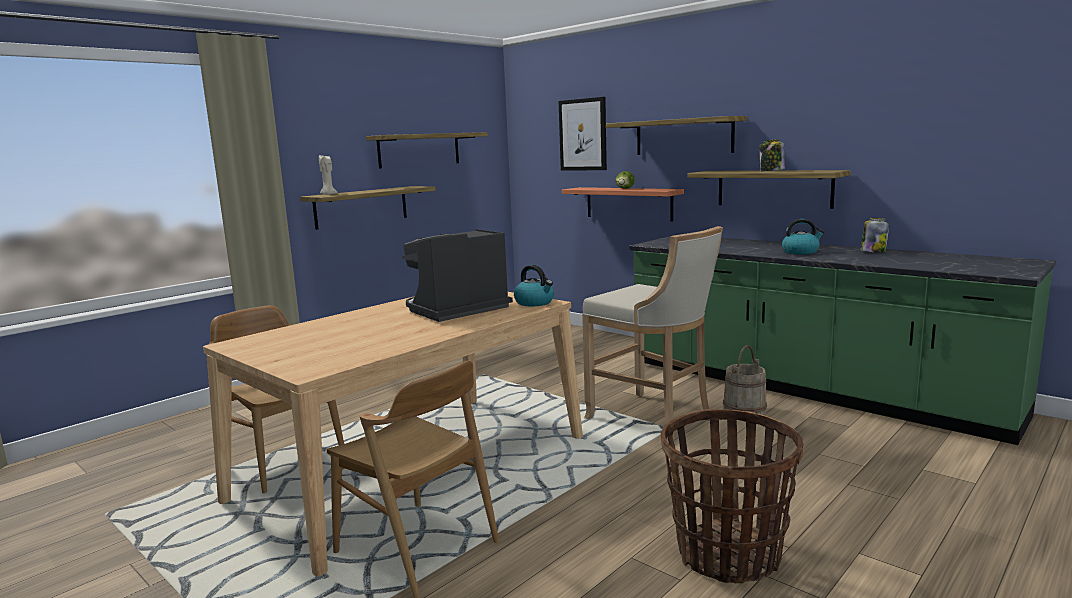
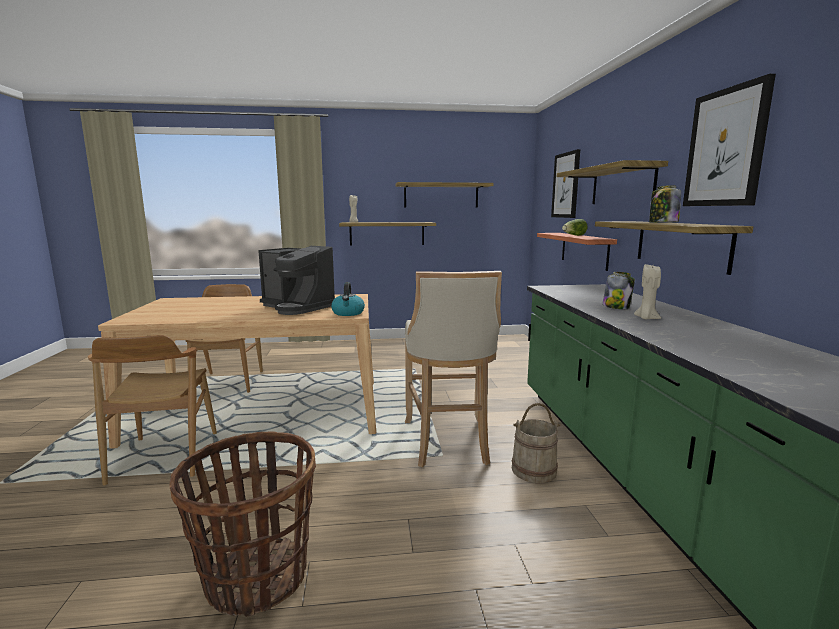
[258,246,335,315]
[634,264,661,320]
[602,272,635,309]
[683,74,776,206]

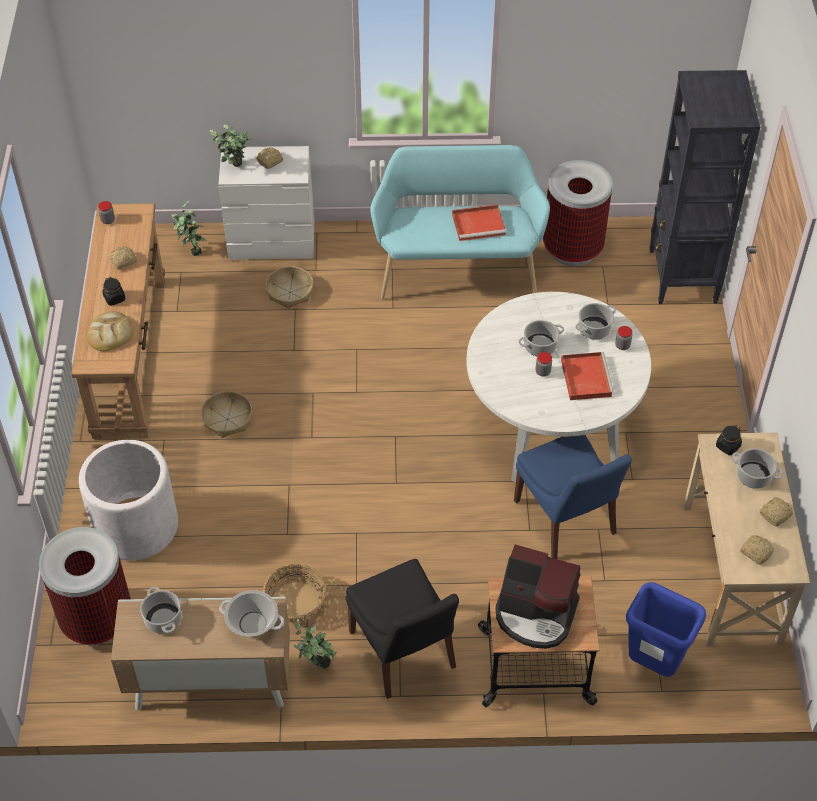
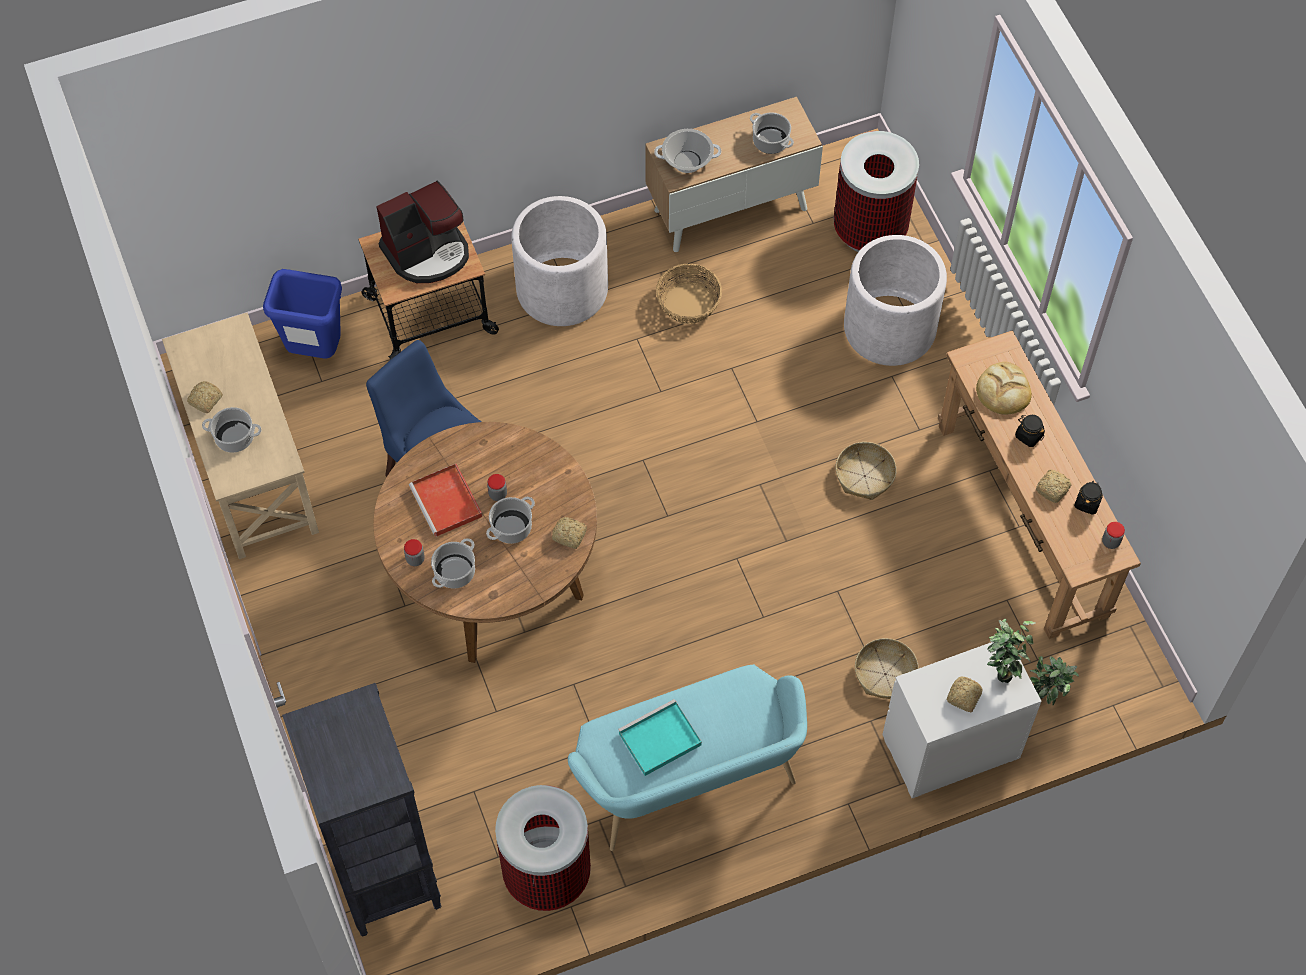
[293,619,337,669] (first image)
[511,196,608,326]
[618,699,702,776]
[373,422,597,663]
[376,181,469,283]
[1074,481,1103,515]
[552,517,587,549]

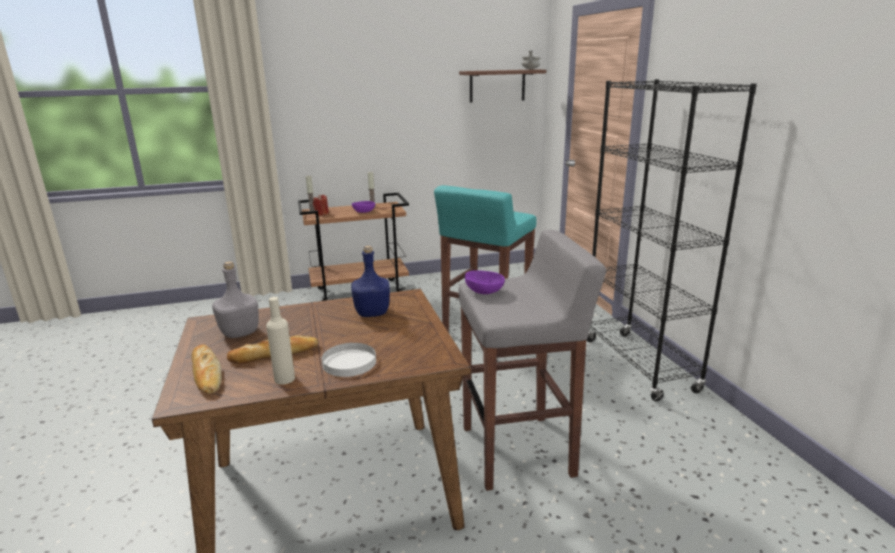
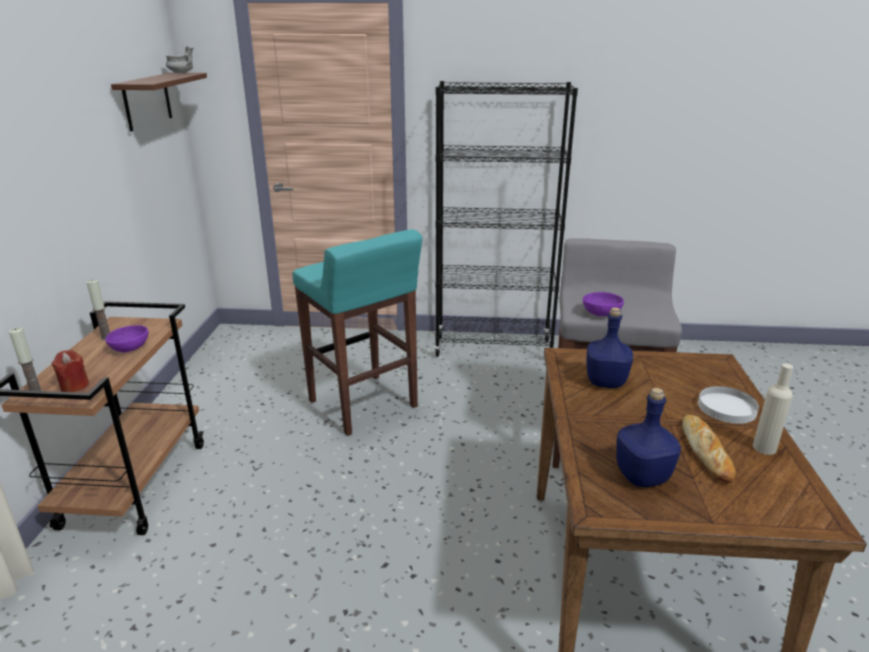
[191,344,222,394] (first image)
[616,388,681,487]

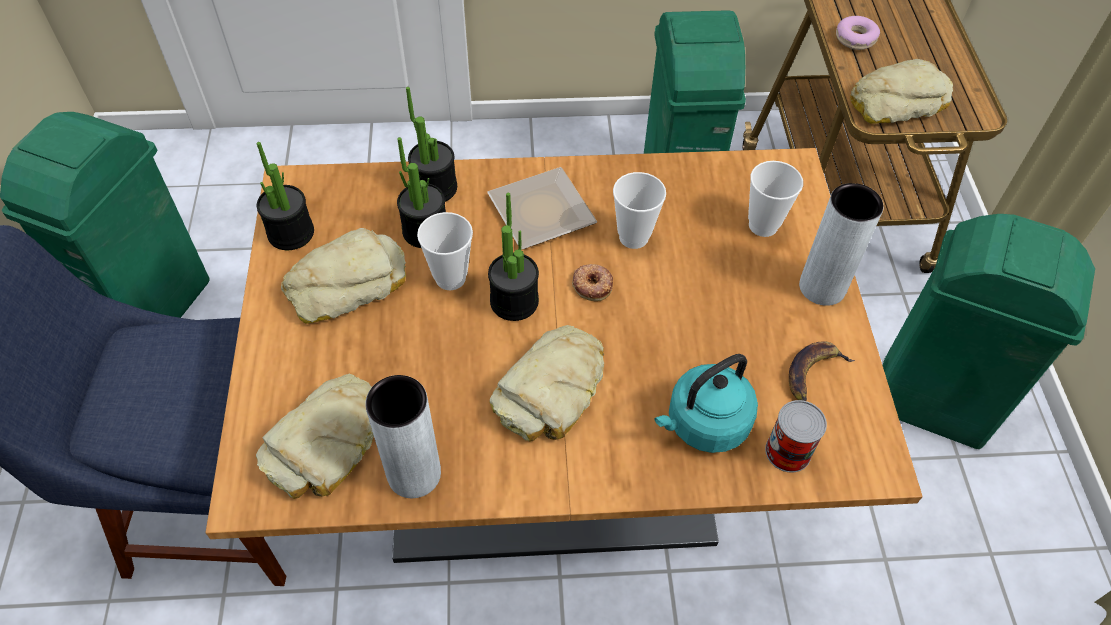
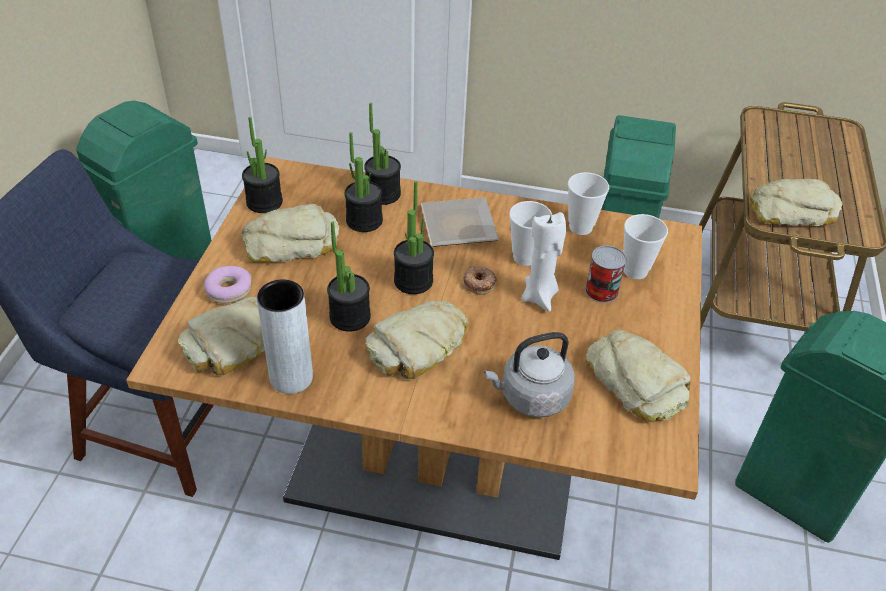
[568,172,609,235]
[484,332,575,417]
[585,245,627,303]
[587,329,691,422]
[799,183,883,306] (first image)
[204,266,251,303]
[327,221,371,332]
[522,212,566,312]

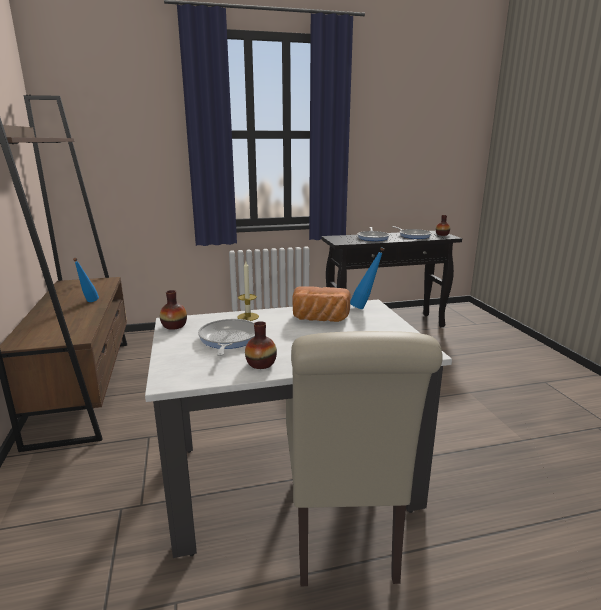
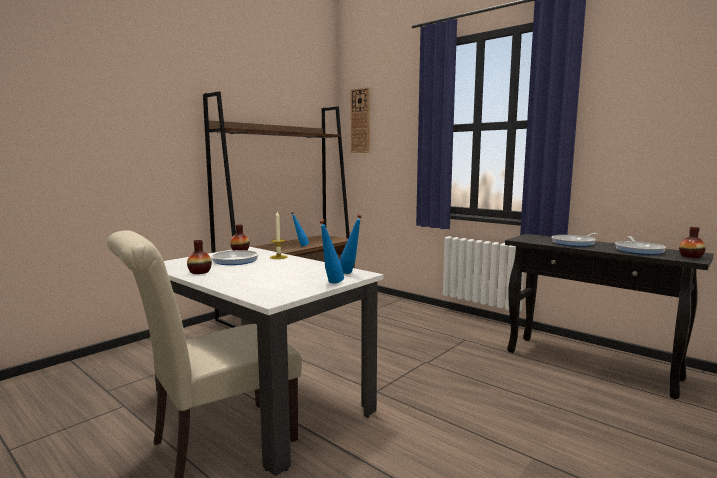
[293,286,351,322] (first image)
[319,219,344,284]
[351,87,370,153]

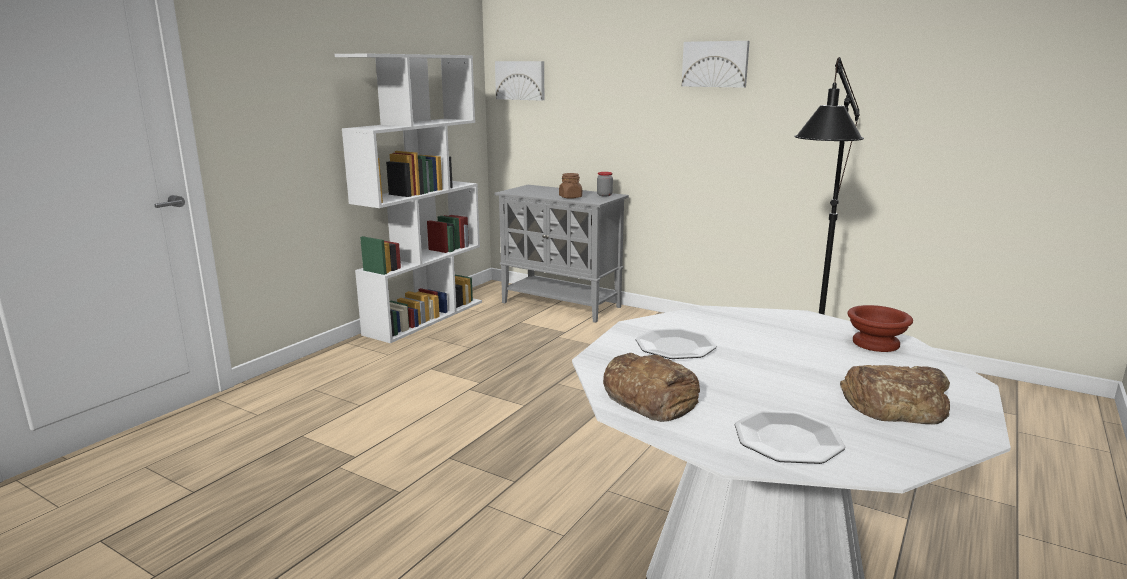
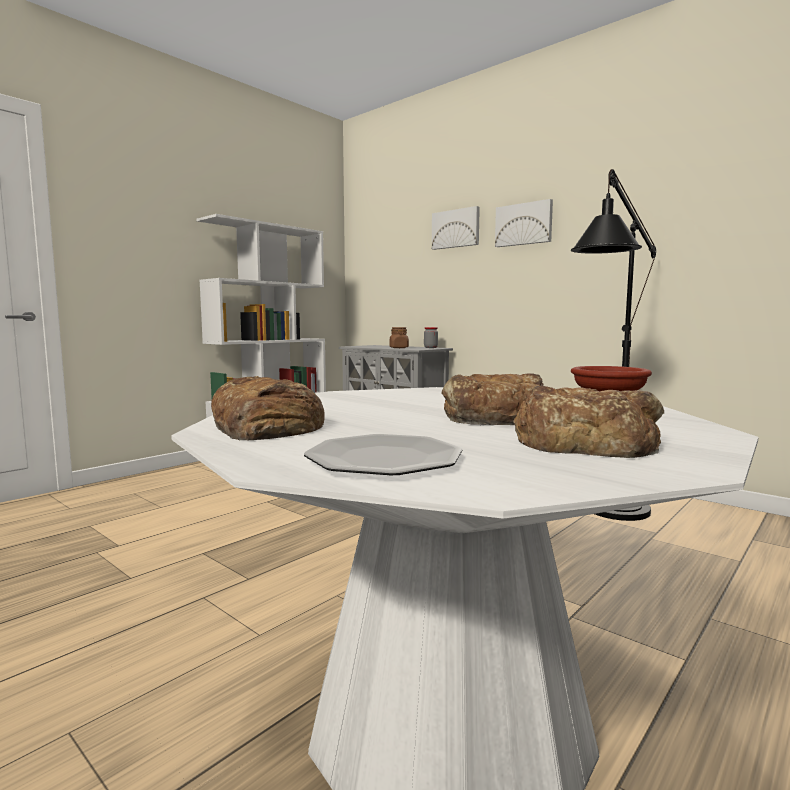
[432,206,480,250]
[636,328,717,359] (first image)
[442,373,543,425]

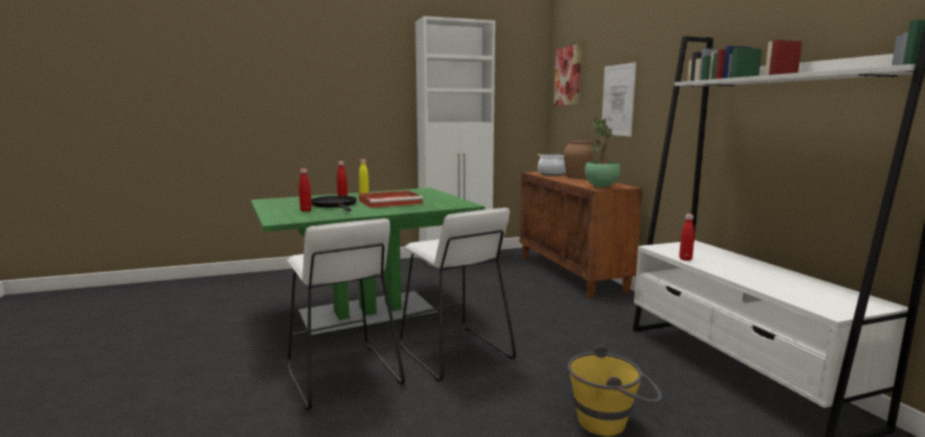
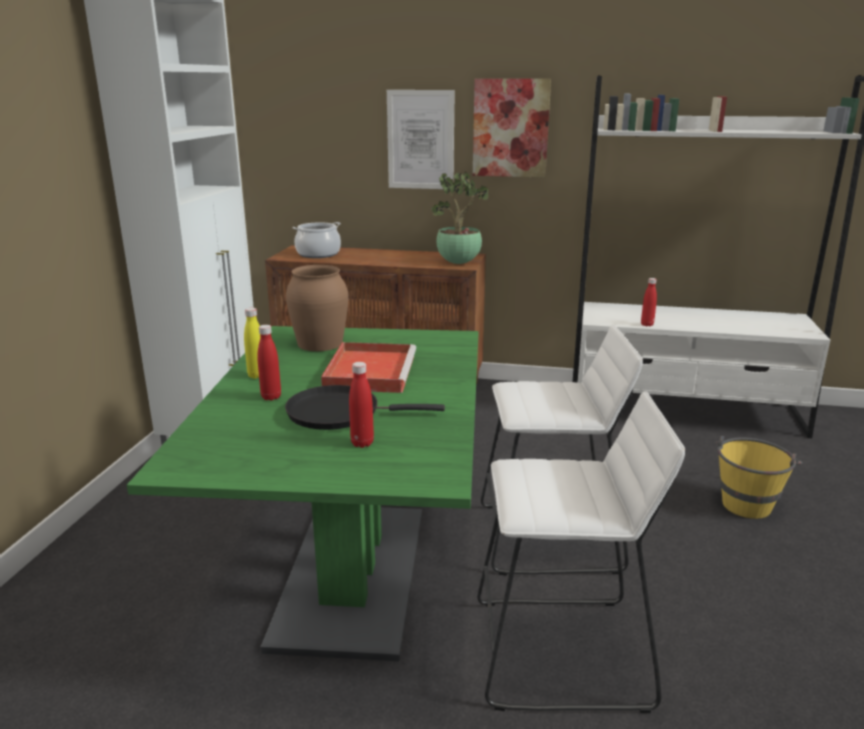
[473,79,551,177]
[286,265,349,351]

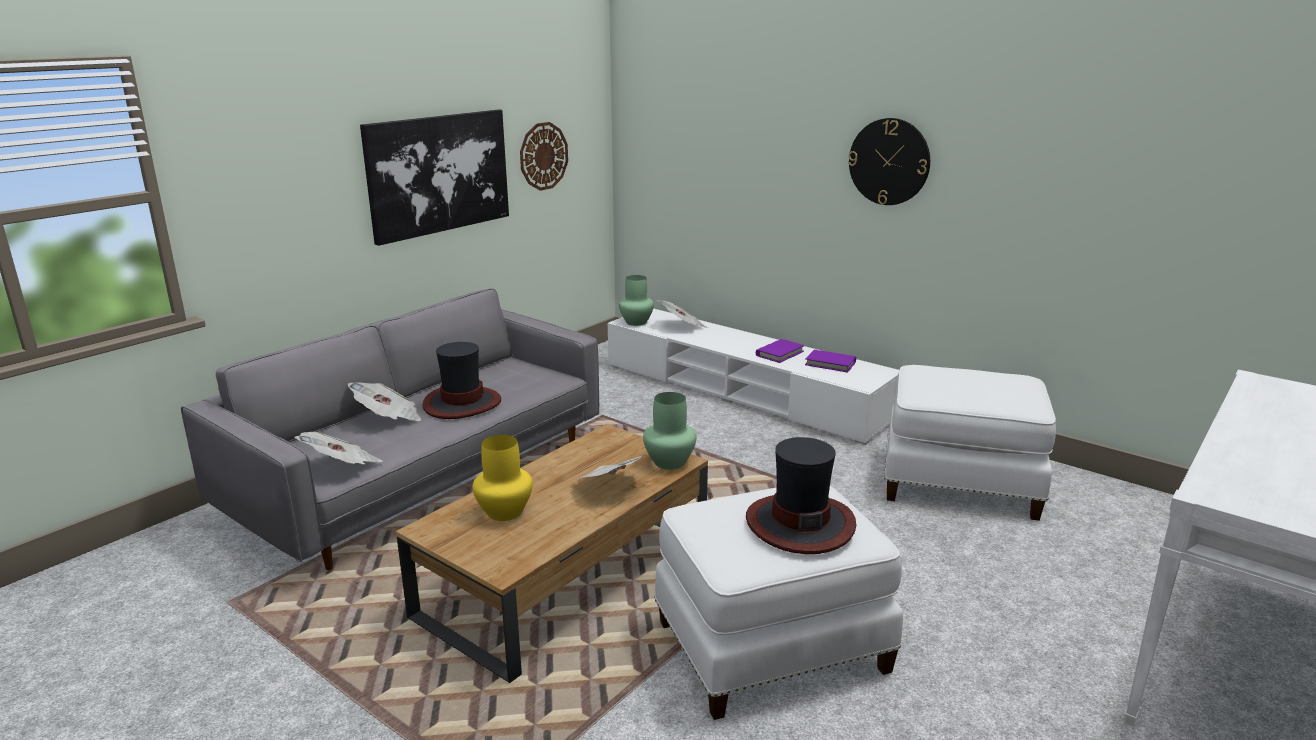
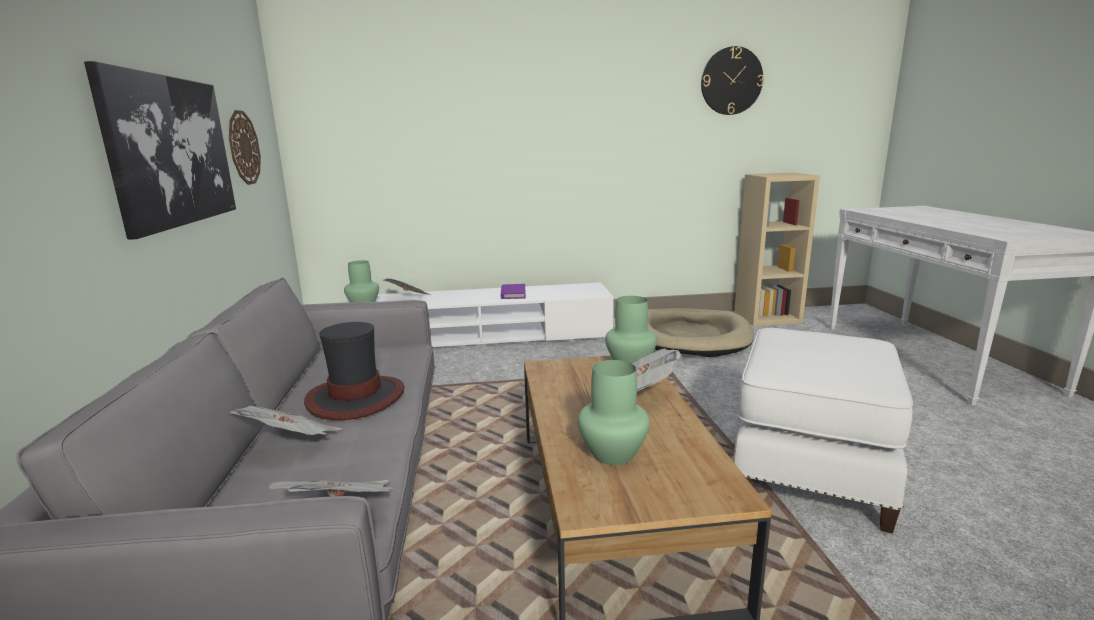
[578,360,650,465]
[746,437,856,554] (first image)
[805,350,856,373] (first image)
[701,46,764,115]
[647,308,754,357]
[734,173,820,326]

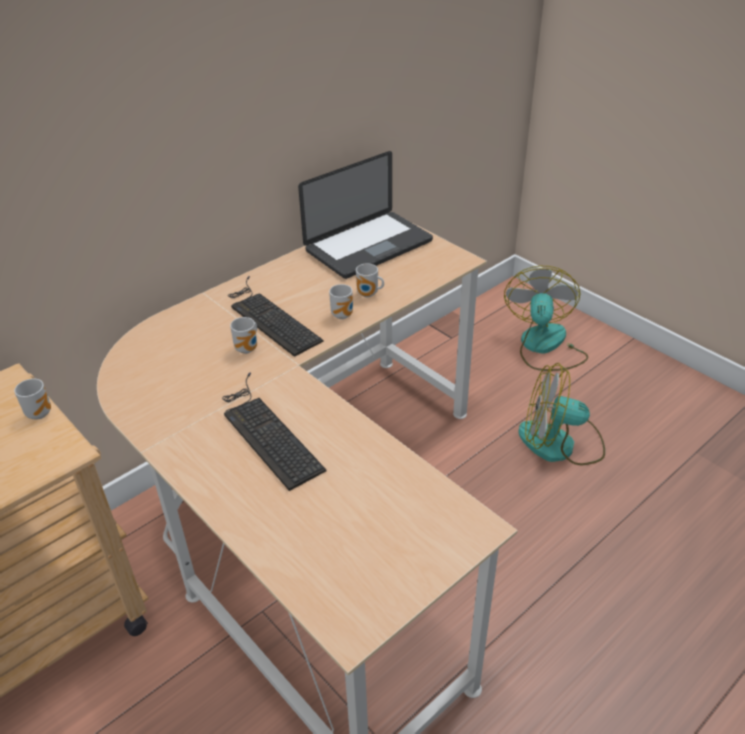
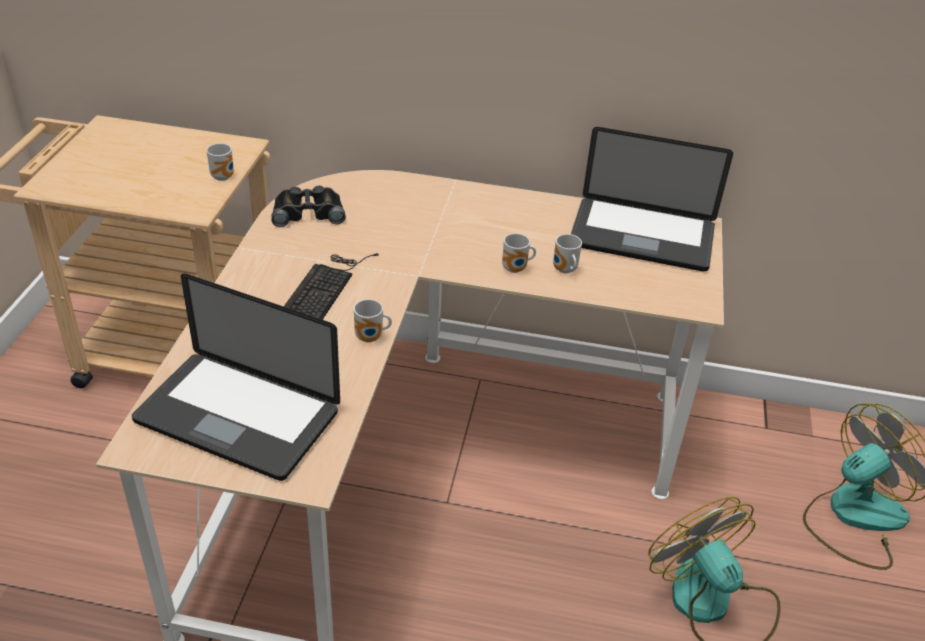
[228,276,323,357] (first image)
[354,299,392,343]
[132,273,340,481]
[271,186,346,227]

